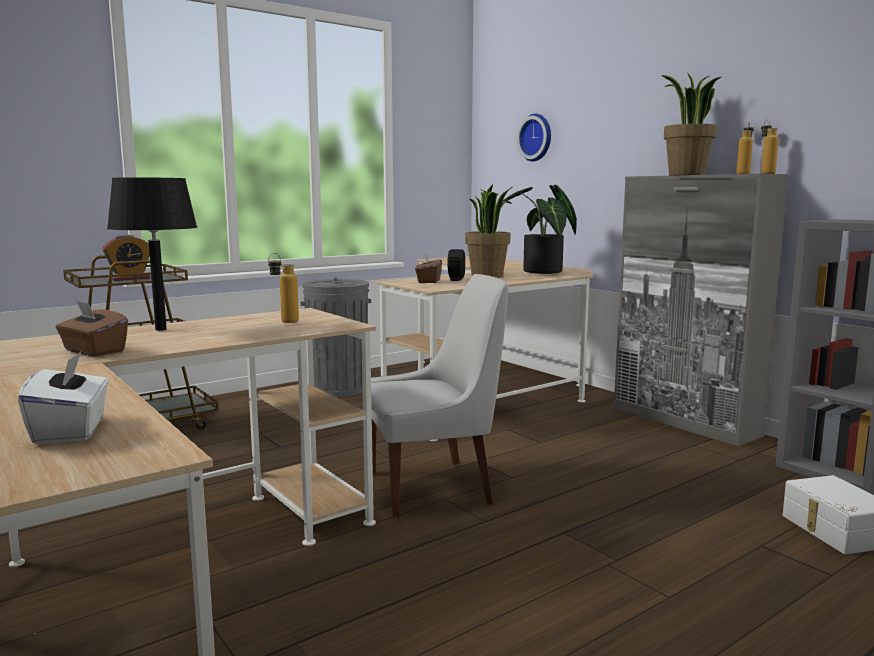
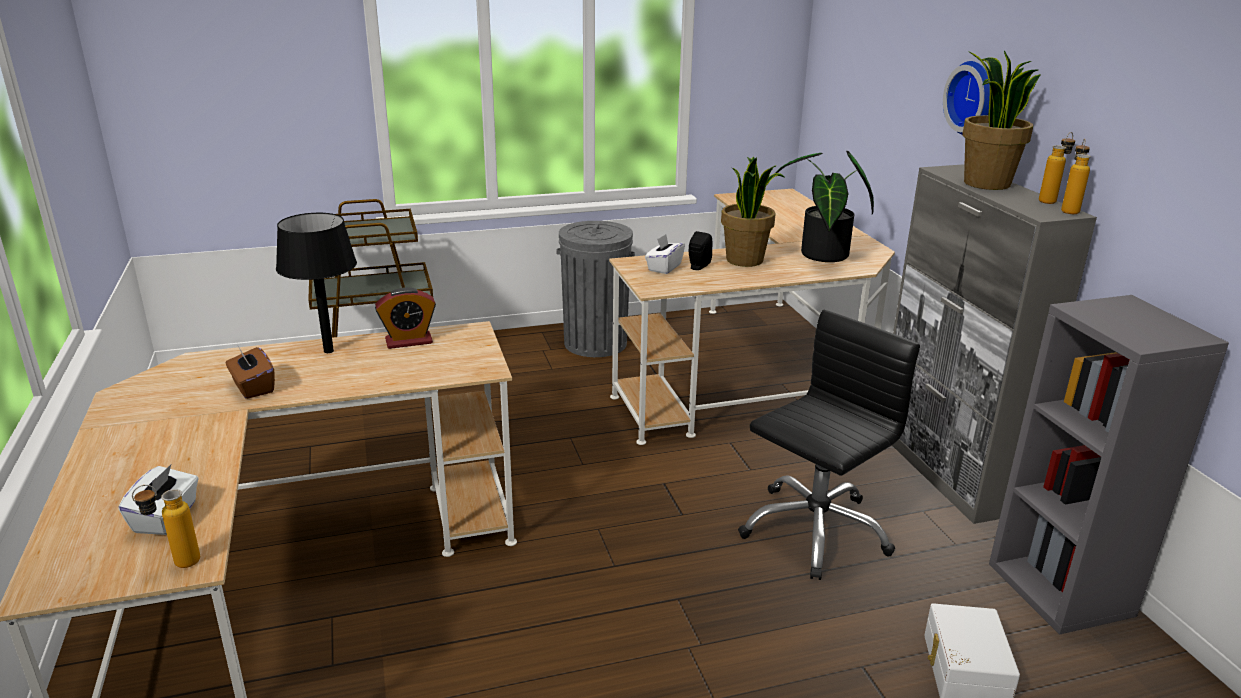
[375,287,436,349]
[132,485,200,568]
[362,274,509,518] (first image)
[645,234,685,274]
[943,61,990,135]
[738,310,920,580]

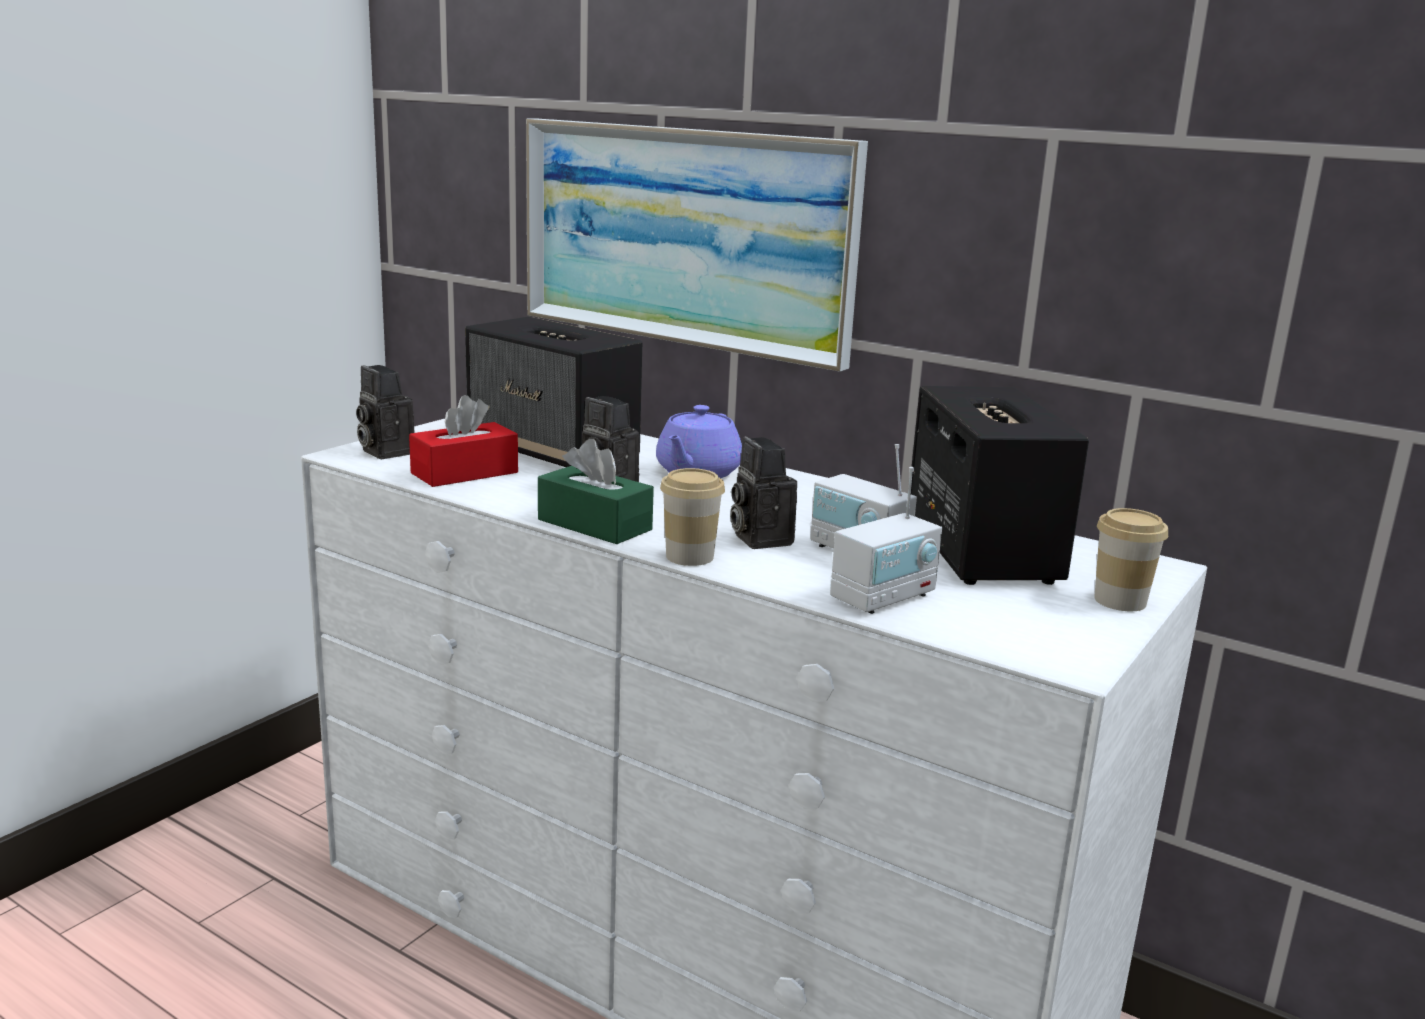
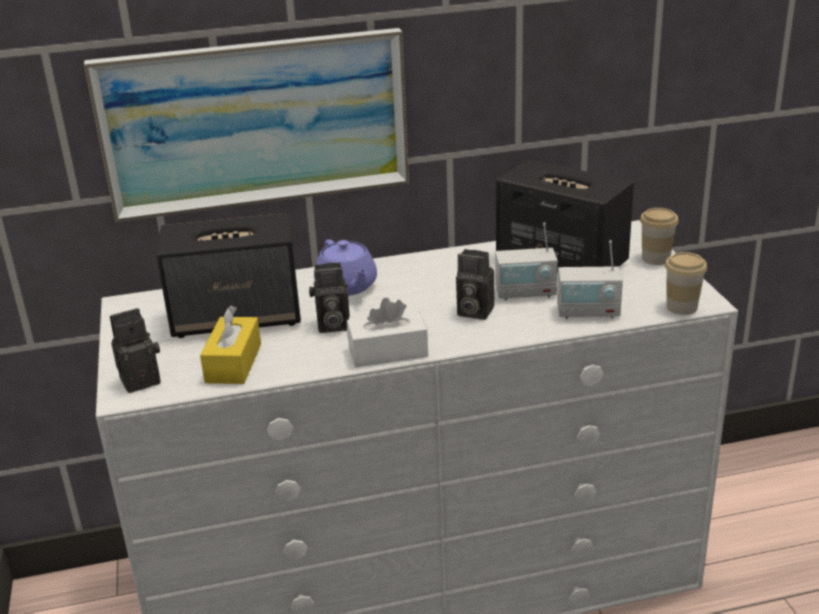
[110,308,161,393]
[200,306,261,384]
[347,298,428,367]
[665,252,707,315]
[557,240,623,319]

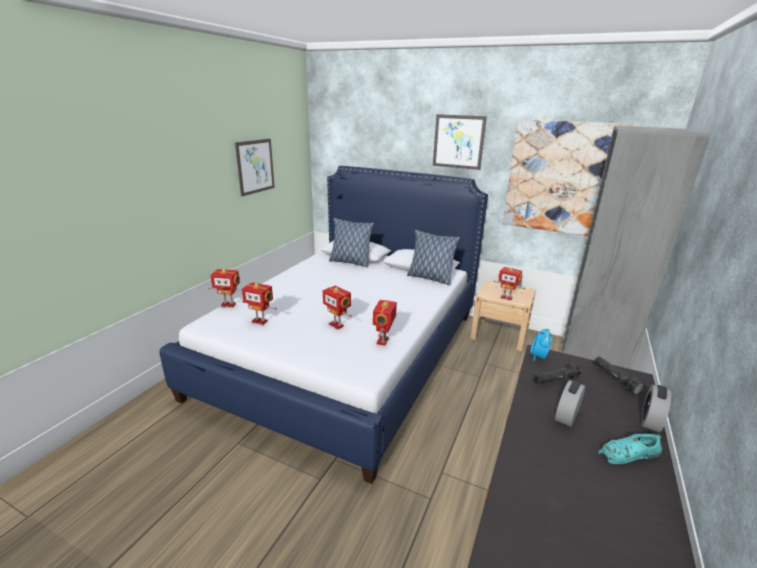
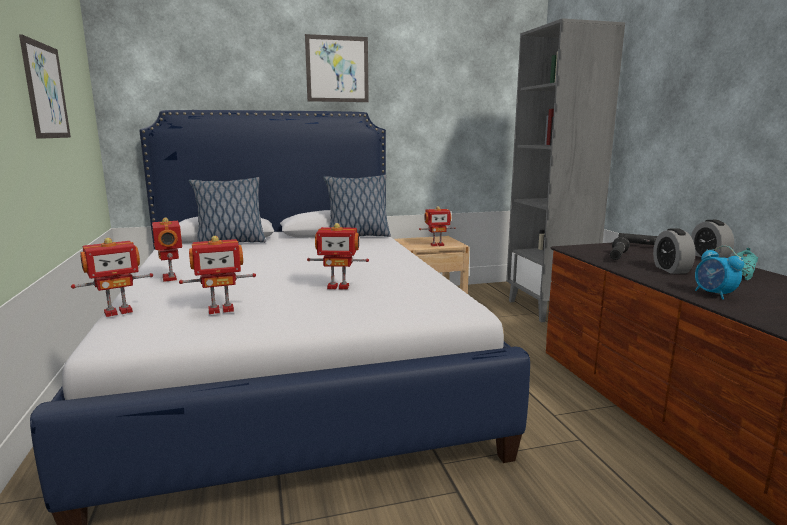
[152,218,182,282]
[502,119,641,236] (first image)
[695,246,744,300]

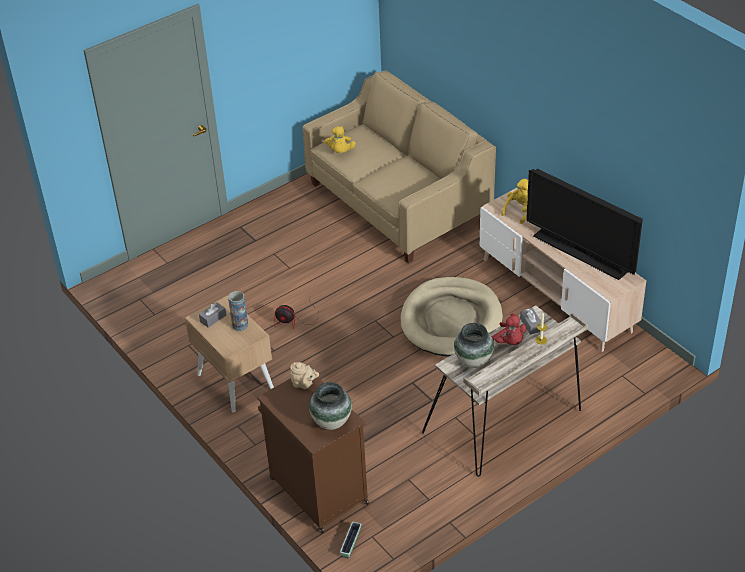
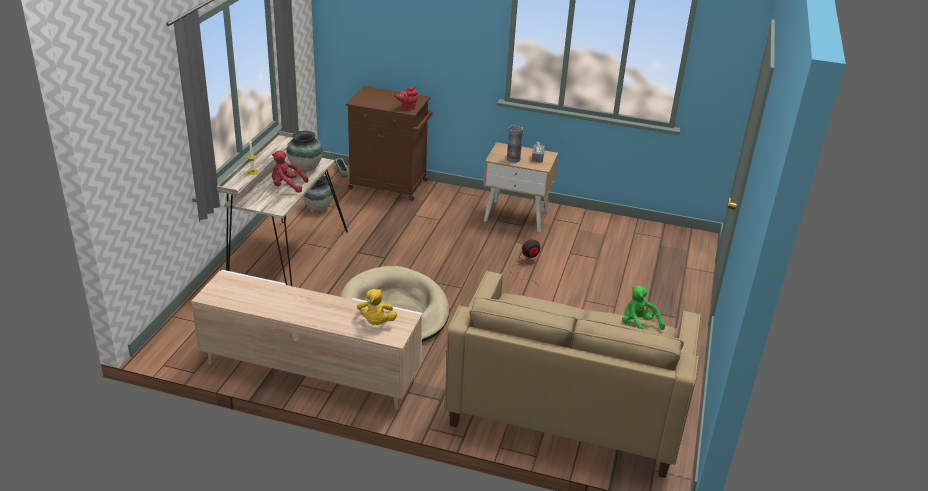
[395,87,418,110]
[303,175,333,211]
[622,286,665,330]
[520,308,541,335] (first image)
[526,169,643,280] (first image)

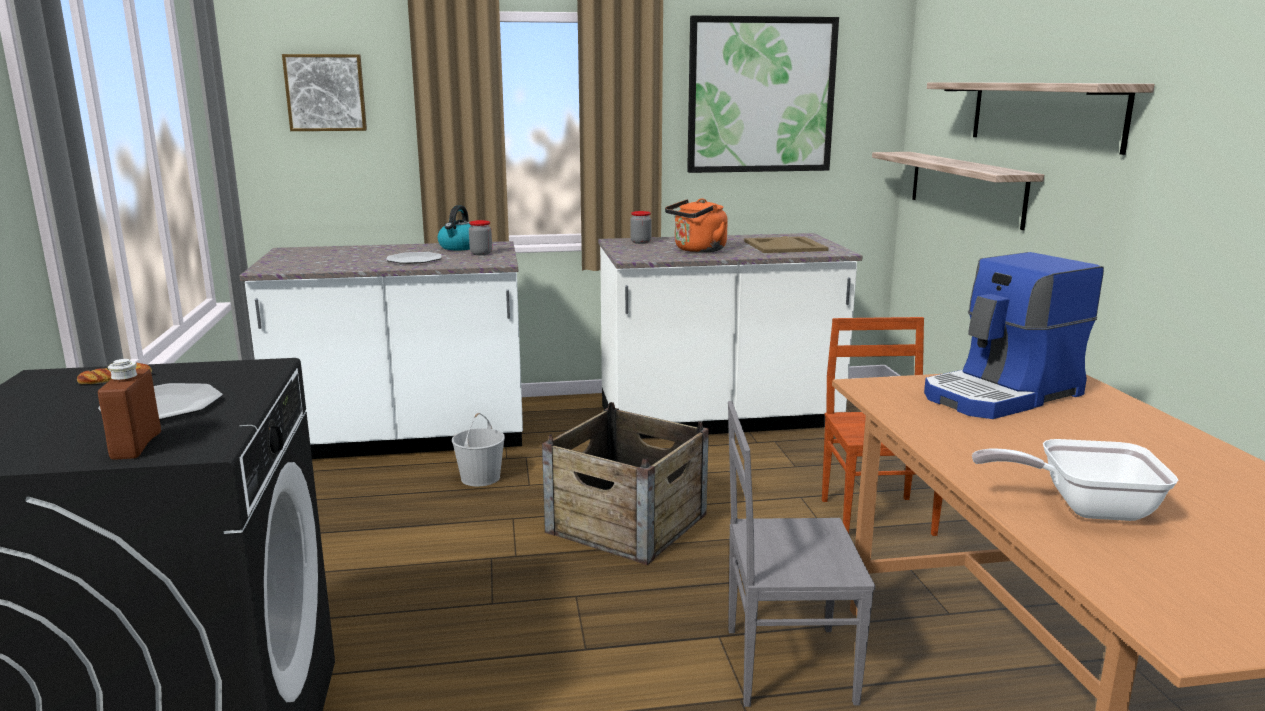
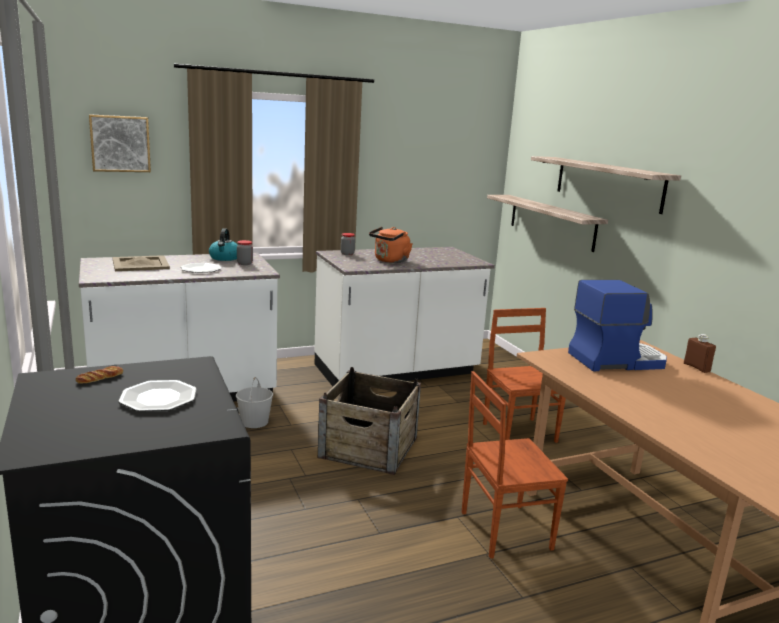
[684,334,716,373]
[687,15,839,173] (first image)
[462,371,568,559]
[113,255,170,271]
[568,280,667,371]
[972,439,1178,521] (first image)

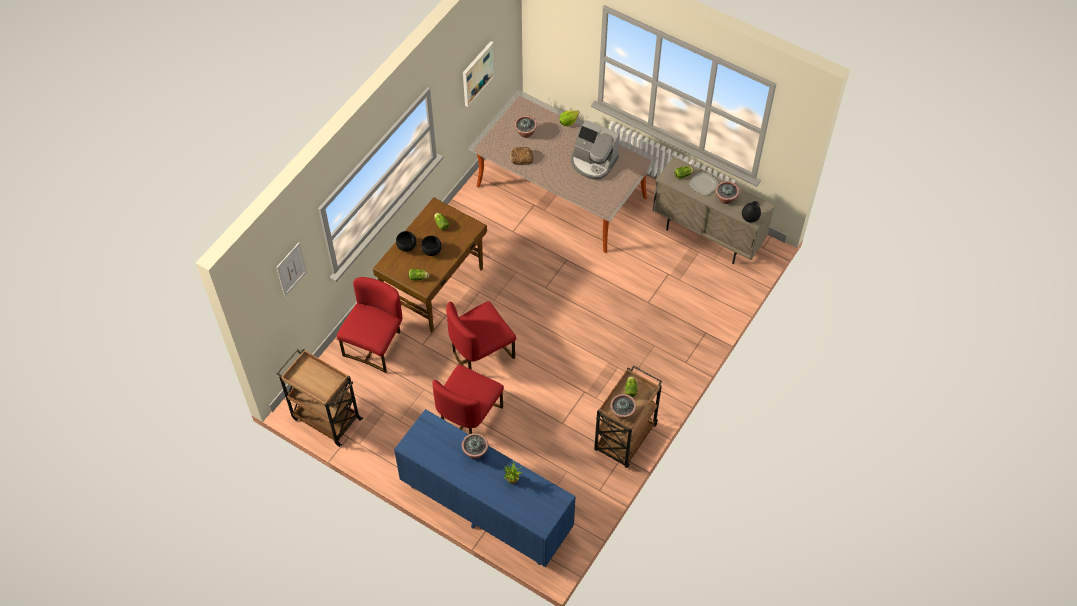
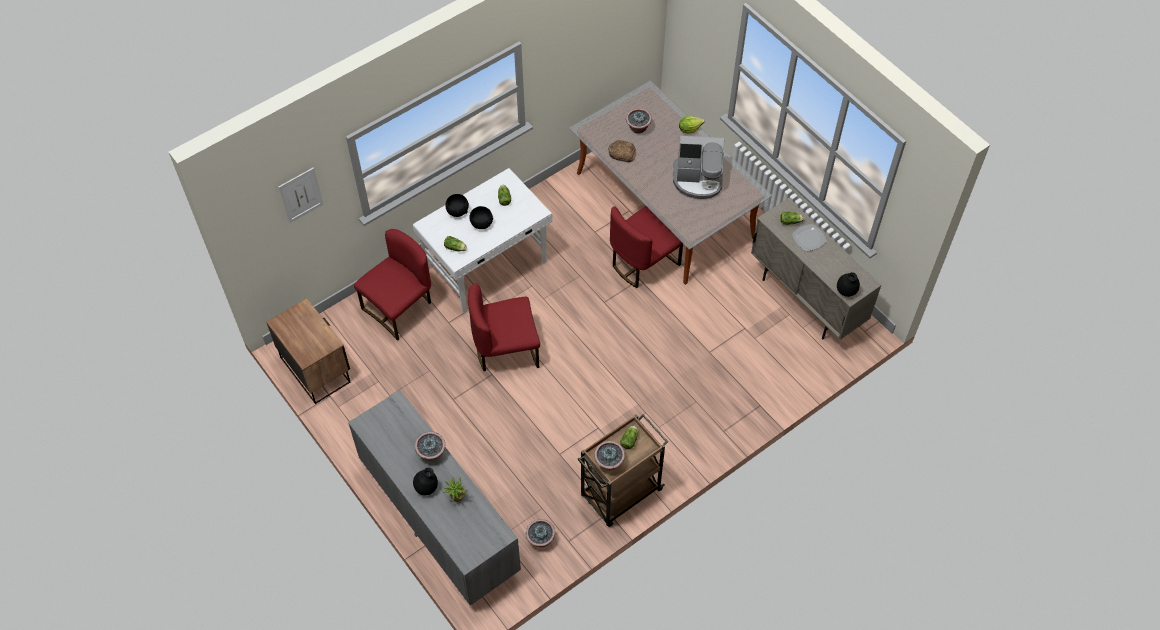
[266,298,350,404]
[413,168,553,313]
[348,390,521,606]
[610,206,683,288]
[463,41,495,107] (first image)
[673,136,724,199]
[526,519,555,547]
[413,467,438,495]

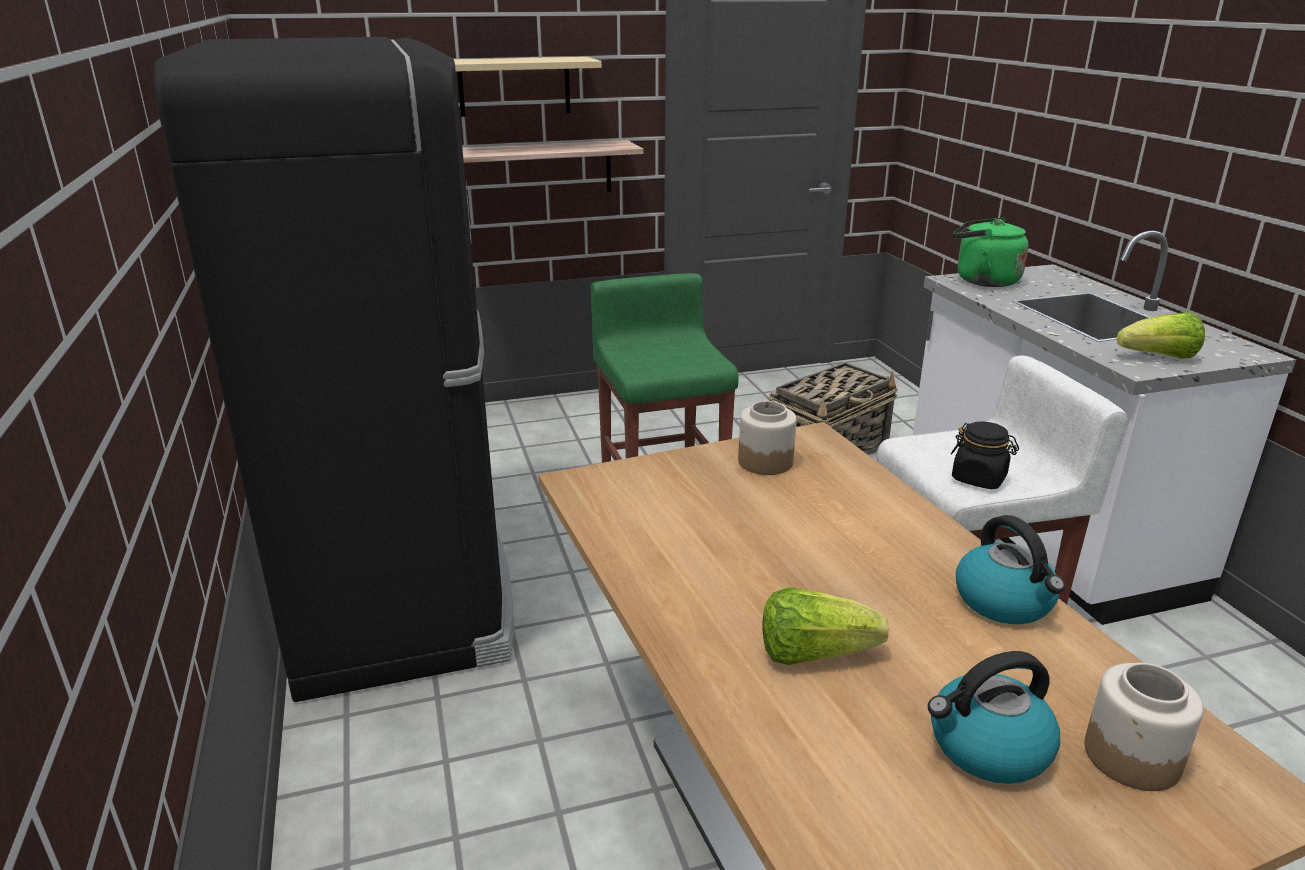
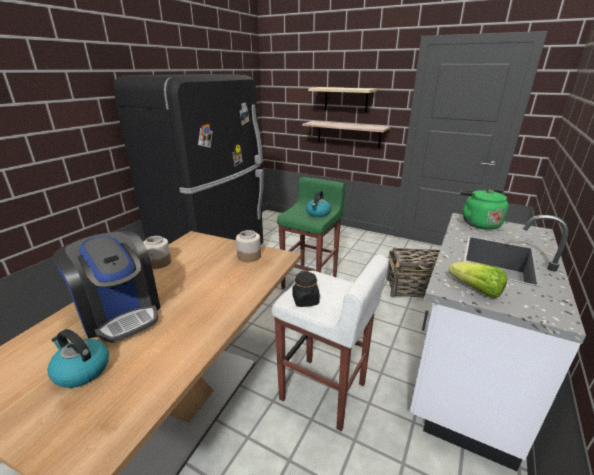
[53,231,161,343]
[306,190,331,217]
[143,236,171,269]

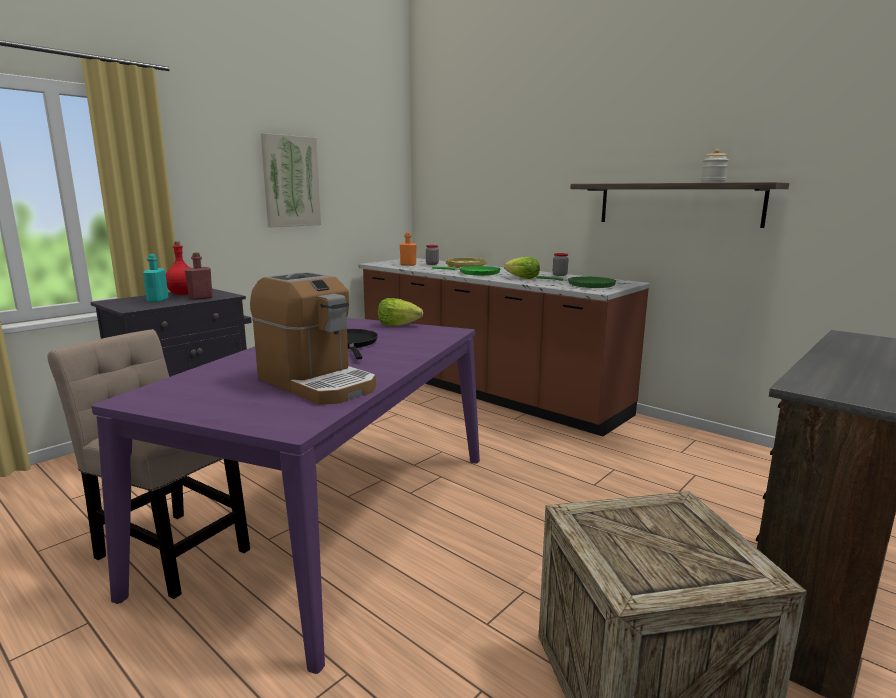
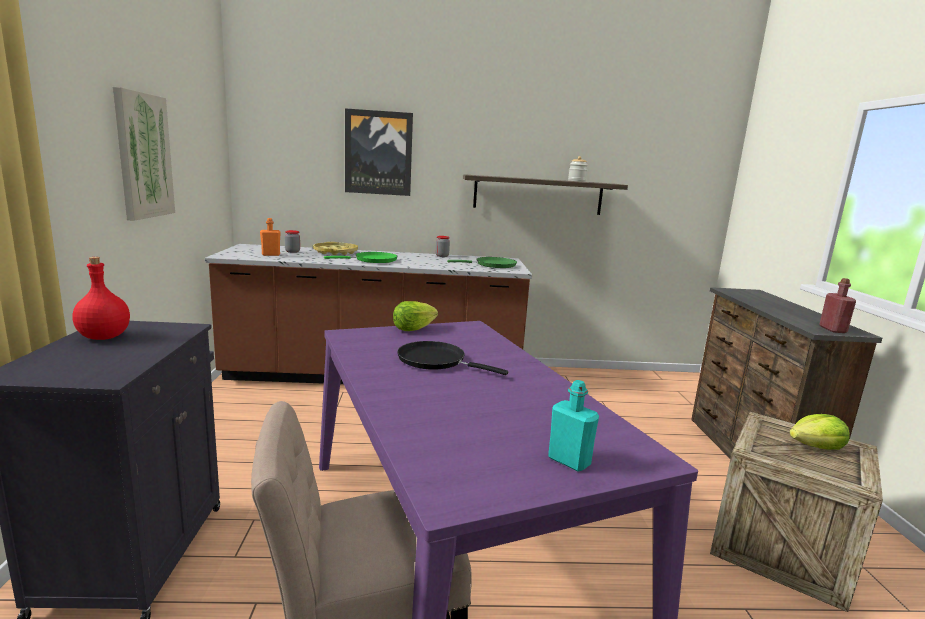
[548,380,599,471]
[819,278,856,333]
[250,272,376,405] (first image)
[789,414,850,450]
[345,108,413,196]

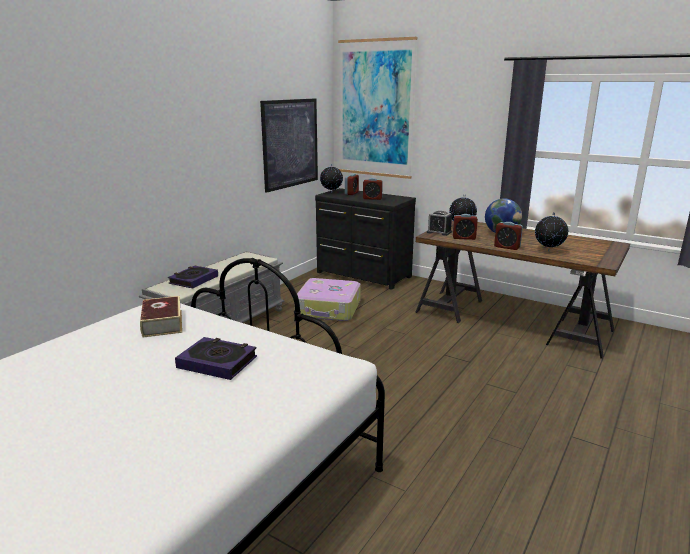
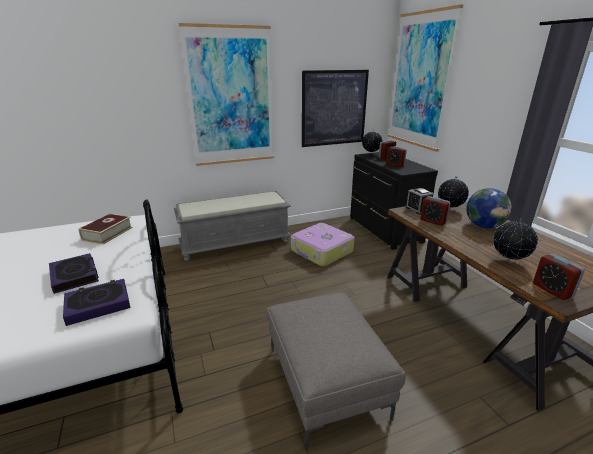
[63,279,130,326]
[533,254,585,300]
[179,23,274,166]
[266,292,405,449]

